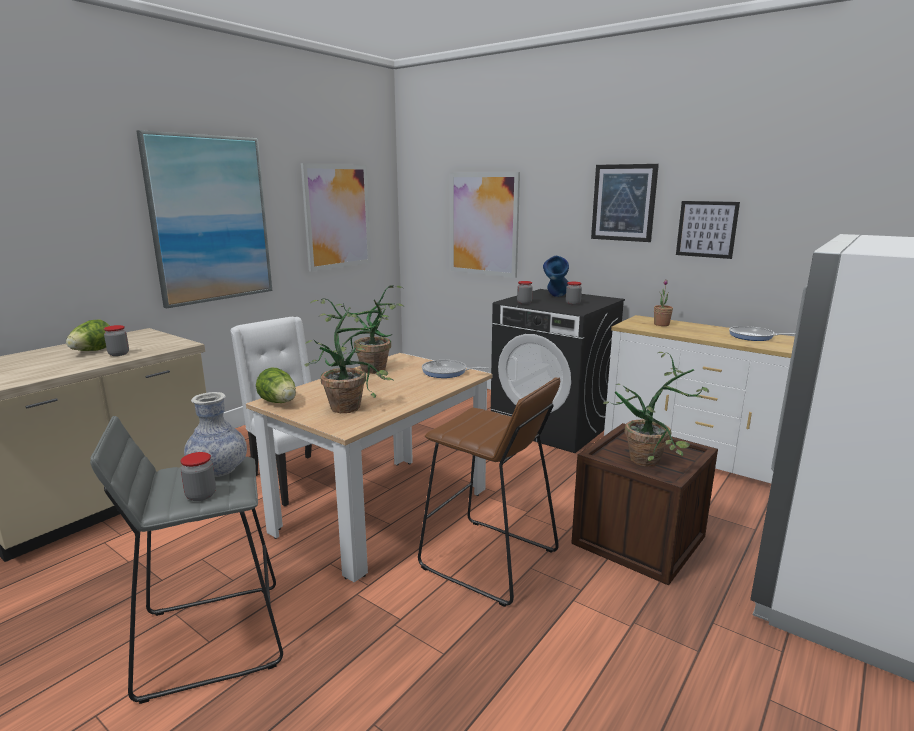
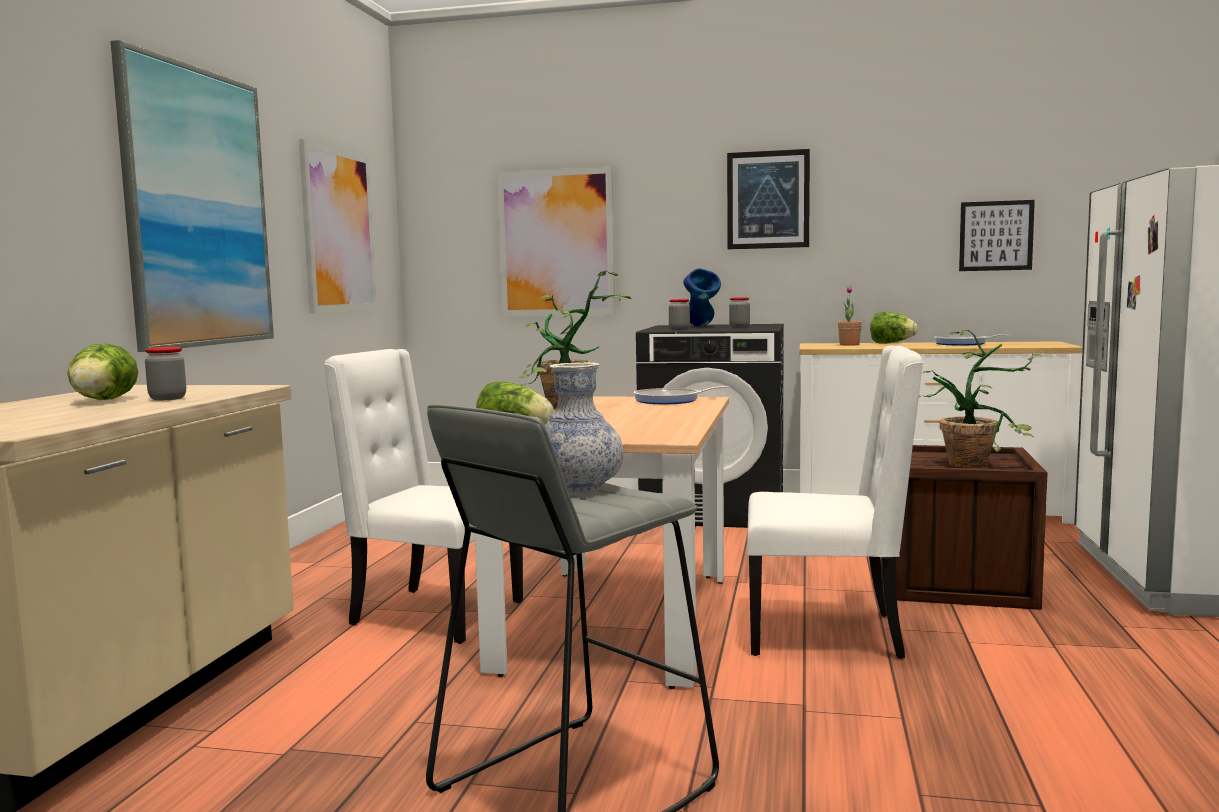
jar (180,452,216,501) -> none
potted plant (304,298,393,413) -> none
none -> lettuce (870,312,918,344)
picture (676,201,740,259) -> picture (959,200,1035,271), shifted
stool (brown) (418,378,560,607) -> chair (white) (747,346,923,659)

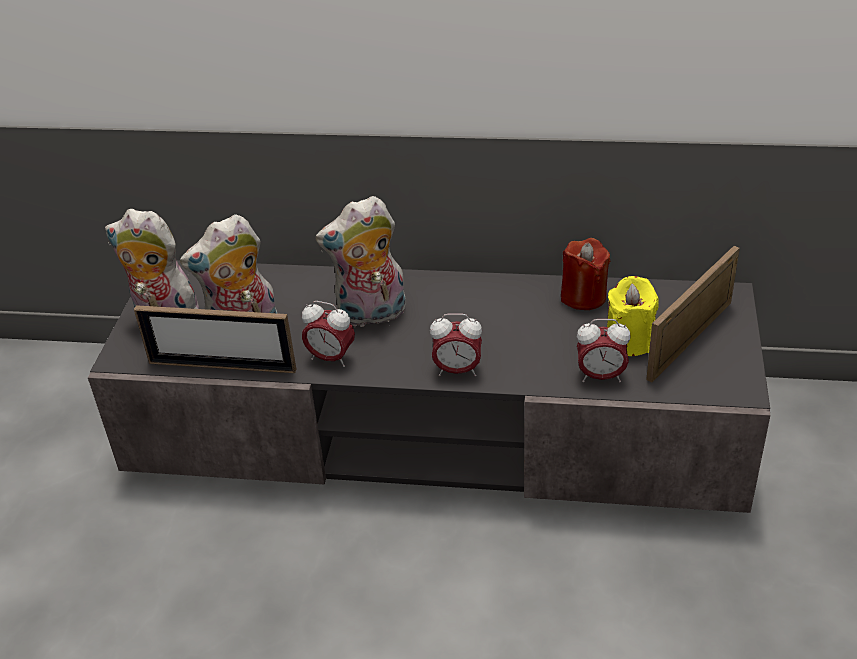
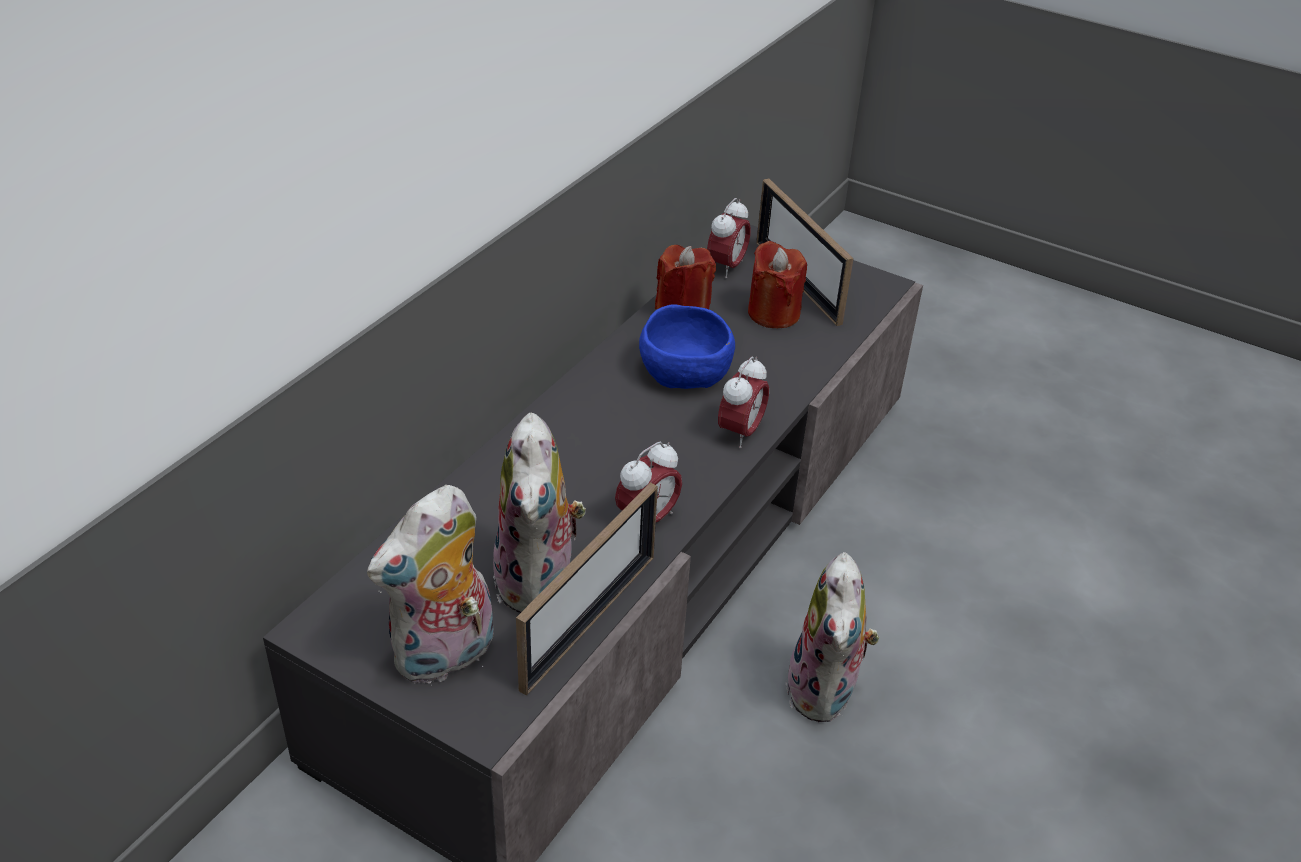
none -> bowl (blue) (639,304,735,389)
plush toy (315,196,406,327) -> plush toy (786,552,880,722), shifted
alarm clock (577,319,631,382) -> alarm clock (707,198,751,278), shifted
candle (yellow) (607,276,659,356) -> candle (red) (748,241,807,328)

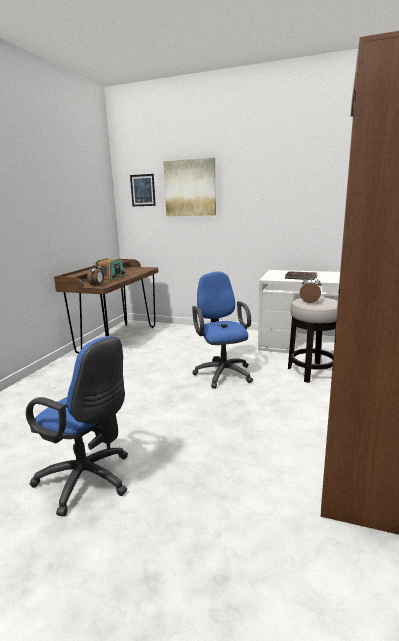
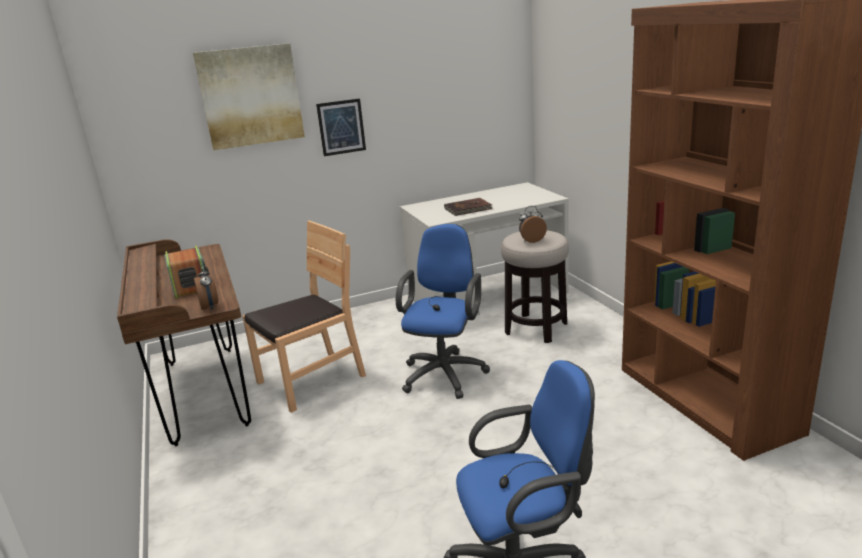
none -> chair (brown) (242,220,366,413)
picture (130,174,156,206) -> picture (316,98,366,156), shifted
office chair (blue) (192,272,253,389) -> office chair (blue) (396,224,490,399), 75 degrees clockwise

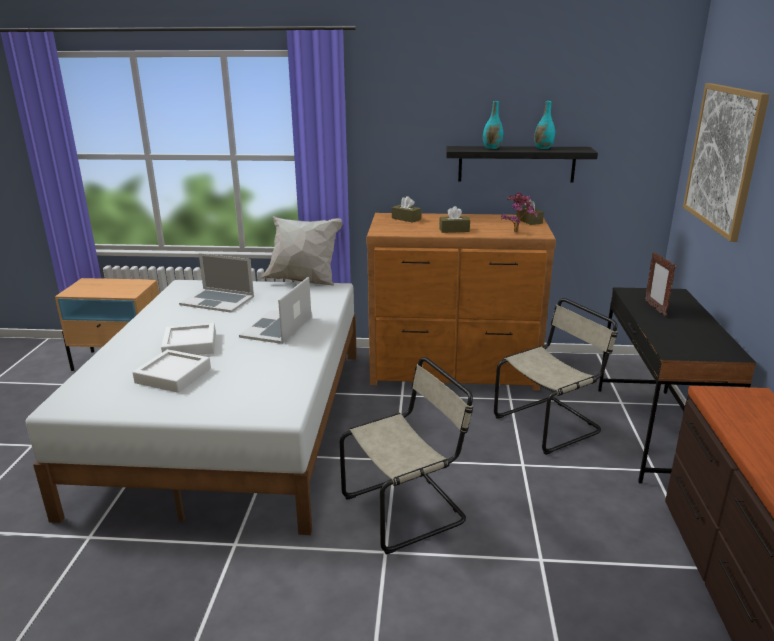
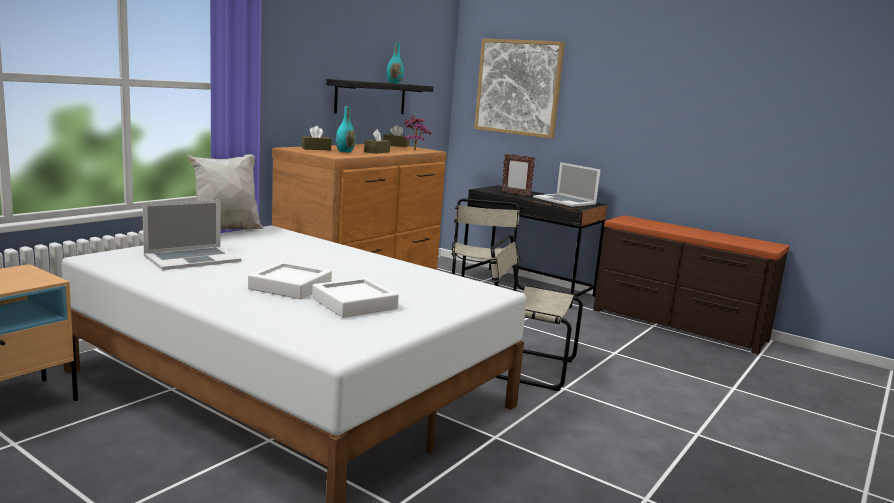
laptop (239,277,311,344) -> laptop (533,162,601,207), shifted
vase (turquoise) (483,101,503,149) -> vase (turquoise) (336,107,356,153), shifted
chair (beige) (340,357,473,554) -> chair (beige) (490,234,583,391), 75 degrees counterclockwise

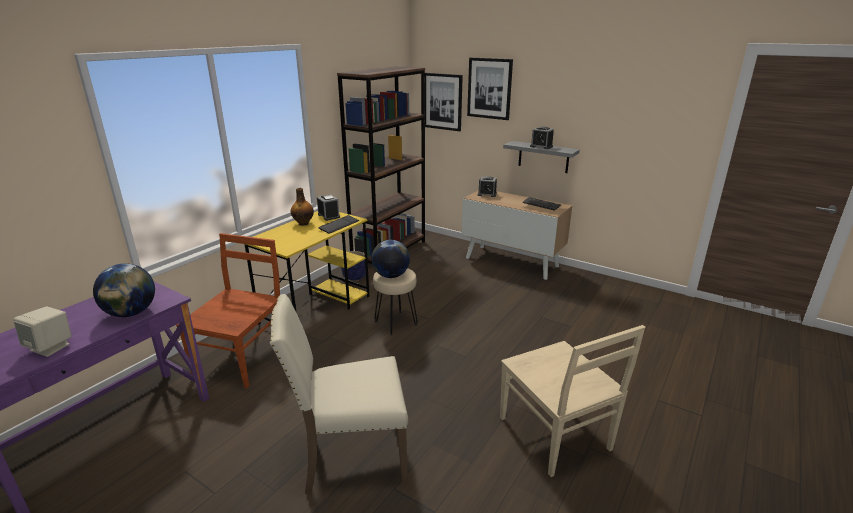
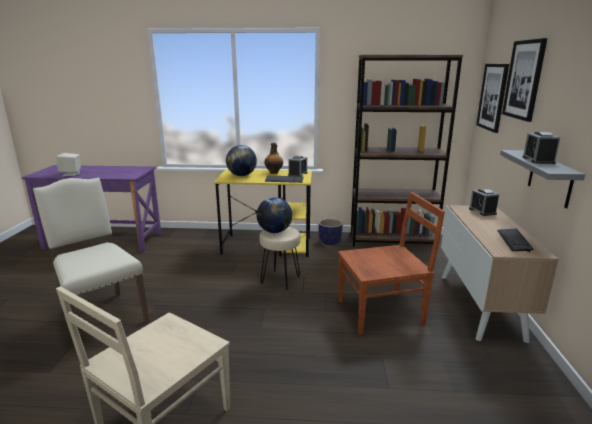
globe (93,264,155,317) -> globe (226,145,257,176), shifted
chair (brown) (176,233,280,388) -> chair (brown) (338,192,445,335), shifted

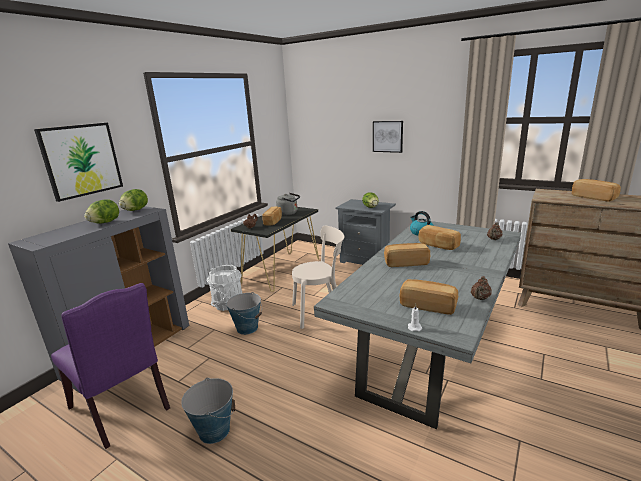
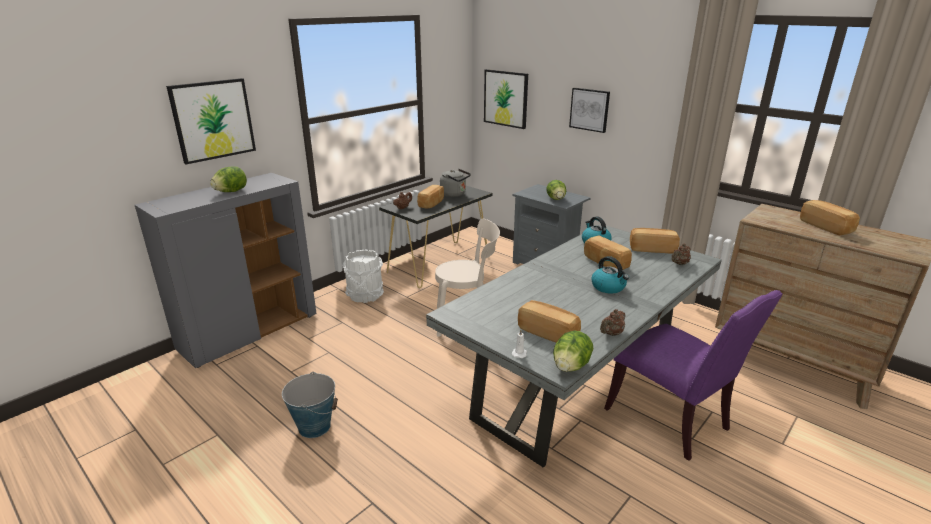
bucket (226,292,262,335) -> none
none -> picture (484,69,528,129)
none -> kettle (591,256,629,294)
chair (purple) (51,283,170,449) -> chair (purple) (604,290,783,461), shifted
lettuce (119,189,148,211) -> lettuce (553,331,593,372), shifted
bread (384,243,430,267) -> bread (630,228,680,253), shifted

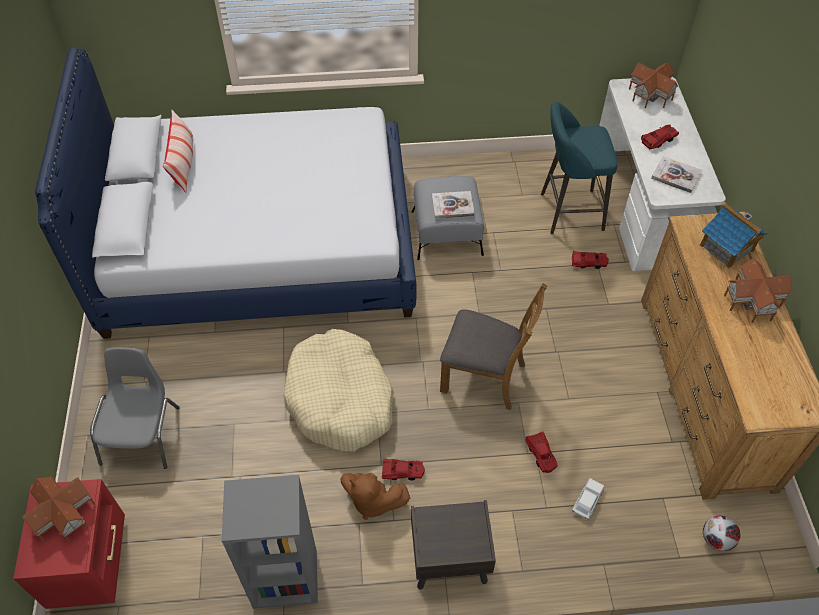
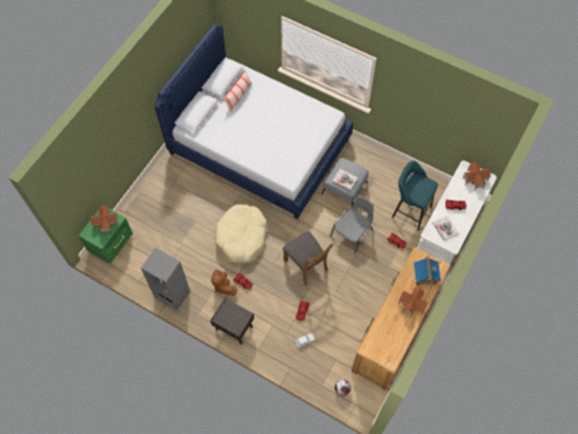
chair (grey) (90,347,180,469) -> chair (grey) (330,195,374,254), shifted
nightstand (red) (13,479,125,609) -> nightstand (green) (78,205,133,264)

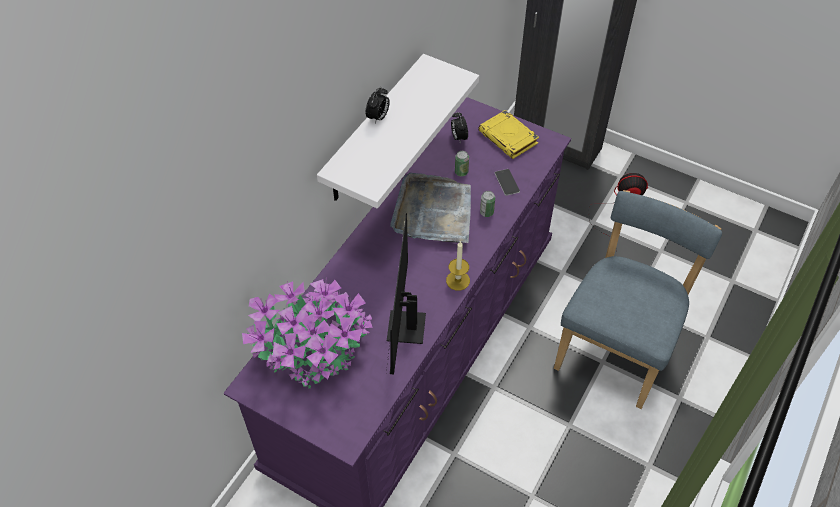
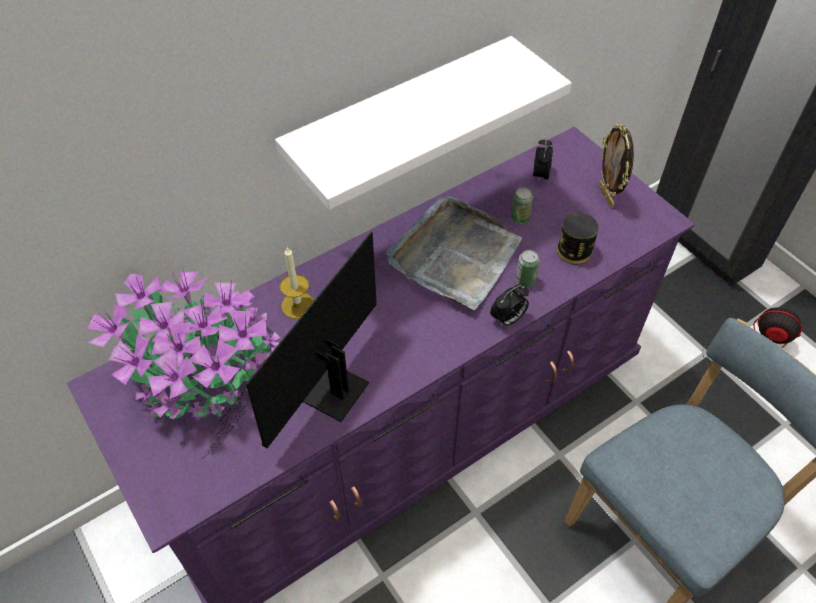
alarm clock (366,87,390,124) -> alarm clock (490,284,529,326), shifted
candle (446,241,470,291) -> candle (280,247,314,319), shifted
book (yellow) (478,110,539,159) -> picture frame (599,123,634,208)
phone (495,169,520,196) -> can (557,213,599,265)

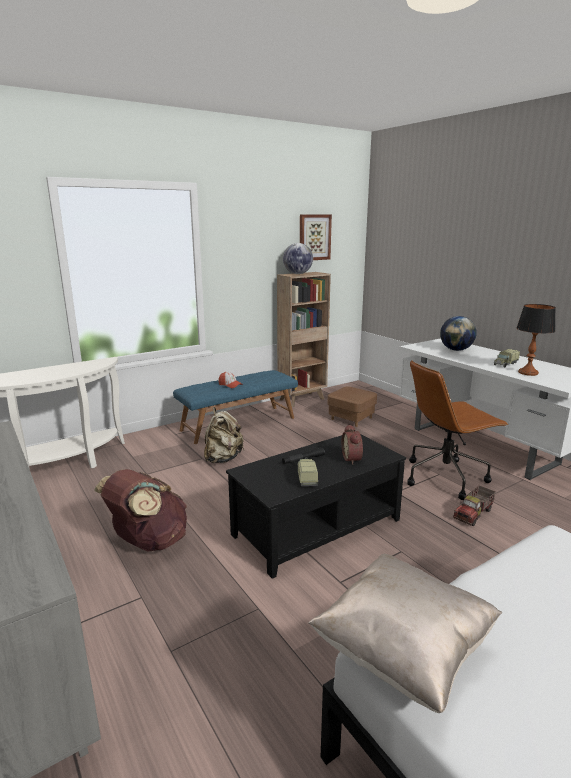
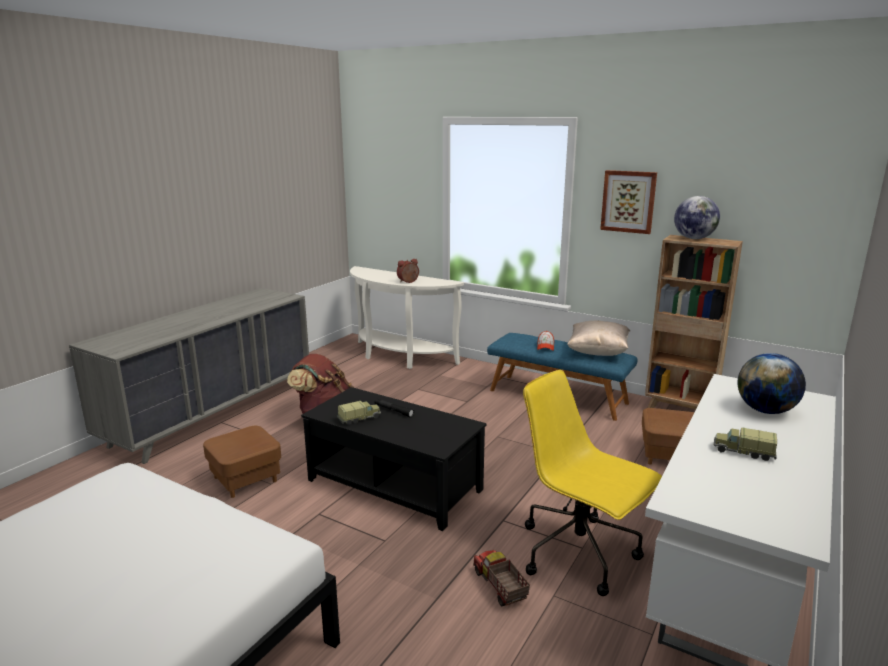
backpack (beige) (204,407,244,463) -> none
table lamp (517,304,556,376) -> none
none -> ottoman (brown) (203,426,281,498)
picture (300,214,332,260) -> picture (600,170,657,234), shifted
pillow (beige) (309,554,502,713) -> pillow (beige) (567,321,630,356), shifted
alarm clock (342,424,363,465) -> alarm clock (397,259,419,283), shifted
office chair (brown) (407,360,509,500) -> office chair (yellow) (523,370,662,596)
toy truck (453,485,496,526) -> toy truck (473,550,530,607), 45 degrees clockwise

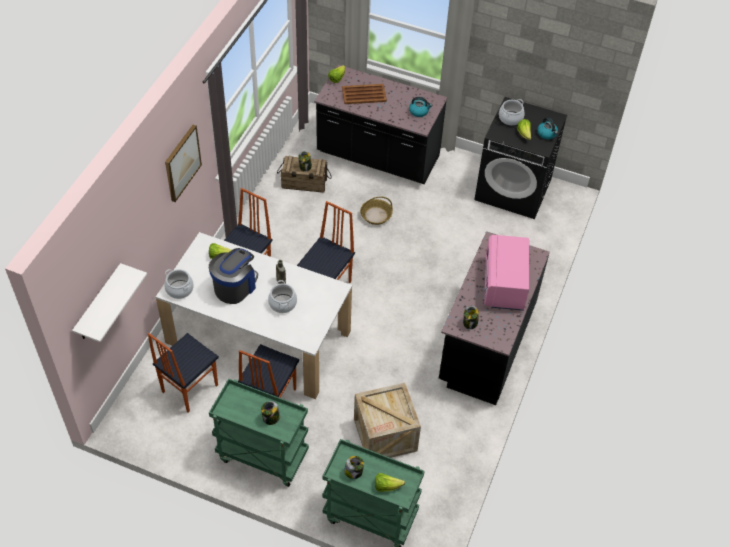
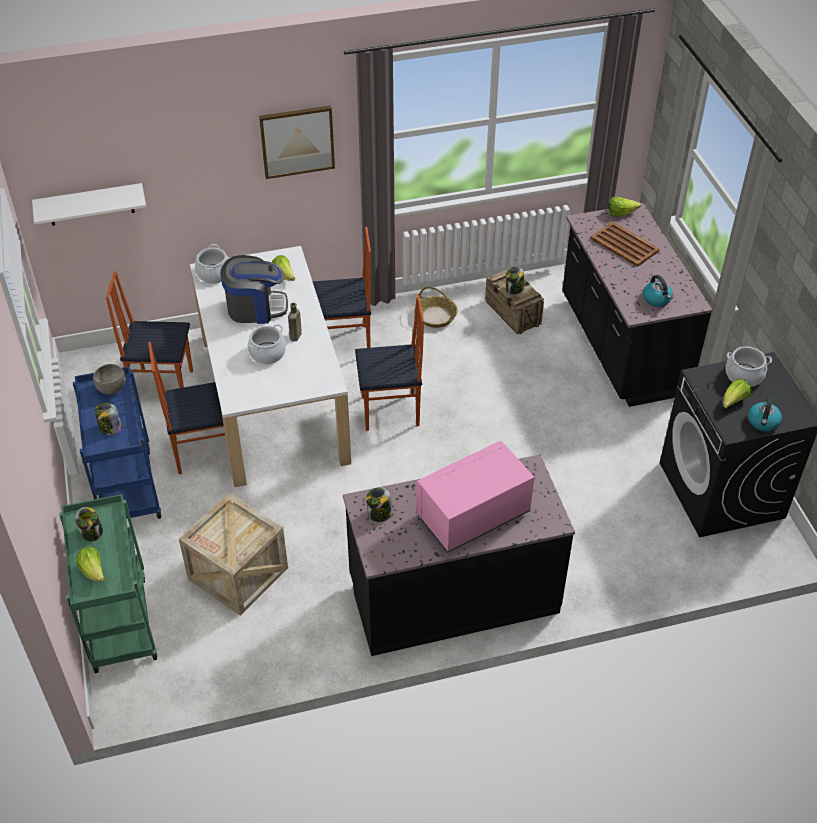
none -> bowl (grey) (93,364,126,394)
basket (360,196,393,225) -> basket (415,287,458,328), shifted
cart (green) (209,379,309,487) -> cart (blue) (73,367,161,519)

